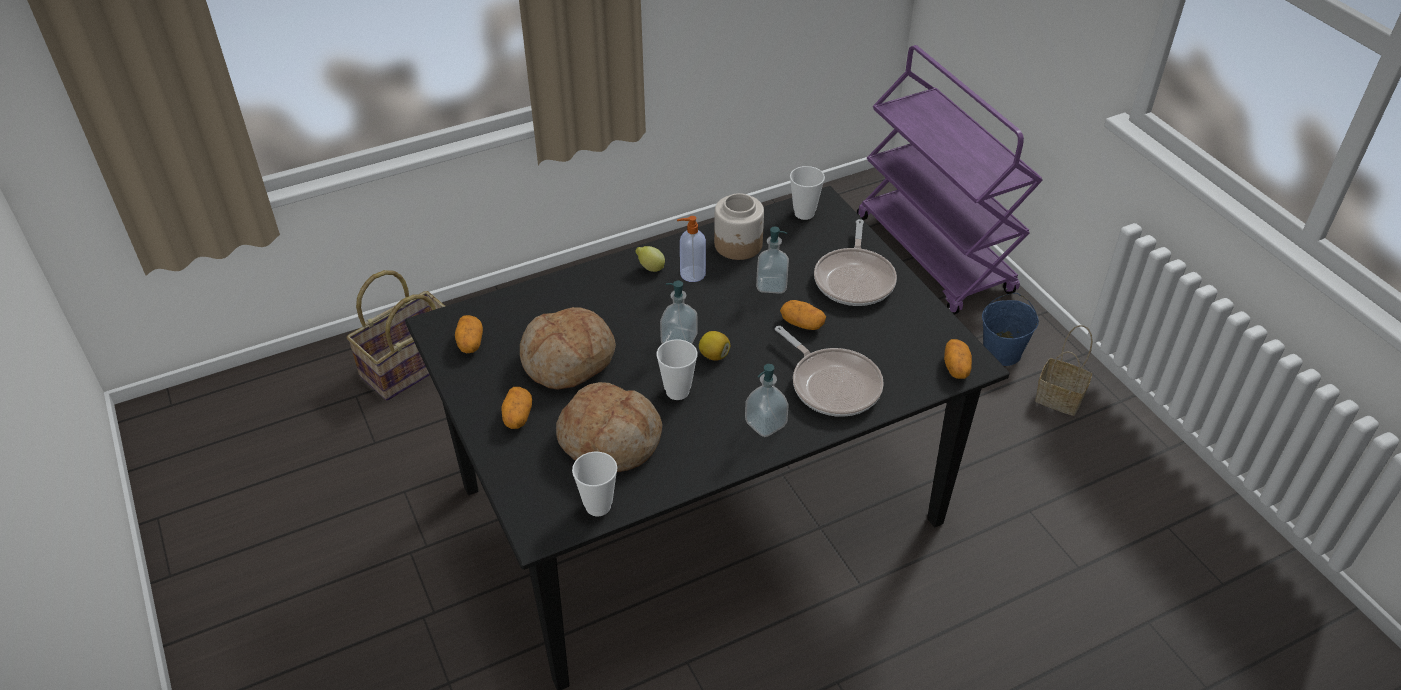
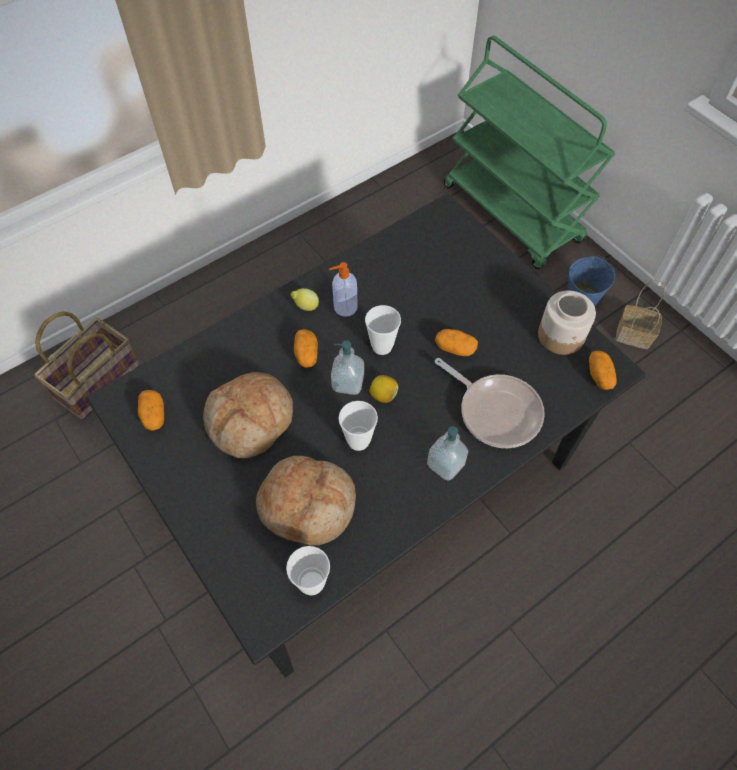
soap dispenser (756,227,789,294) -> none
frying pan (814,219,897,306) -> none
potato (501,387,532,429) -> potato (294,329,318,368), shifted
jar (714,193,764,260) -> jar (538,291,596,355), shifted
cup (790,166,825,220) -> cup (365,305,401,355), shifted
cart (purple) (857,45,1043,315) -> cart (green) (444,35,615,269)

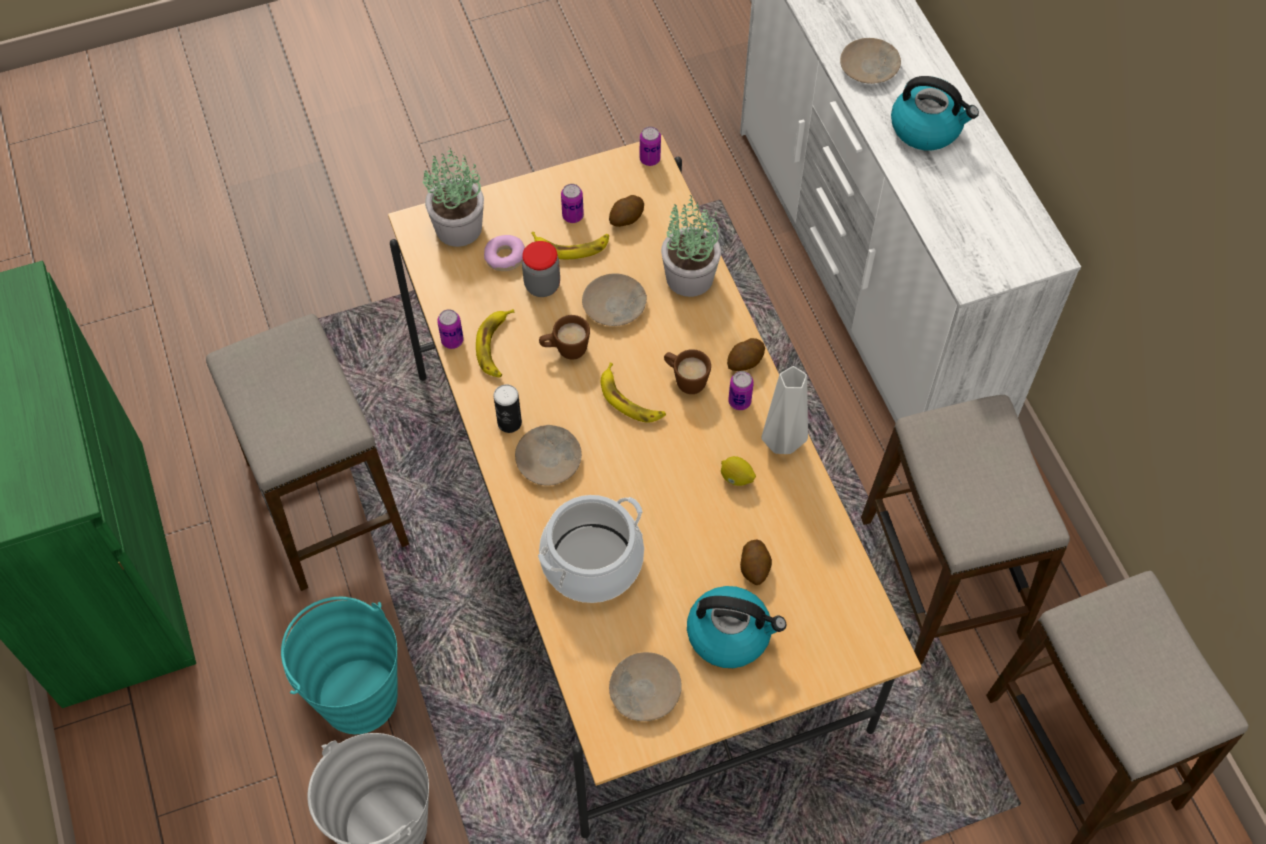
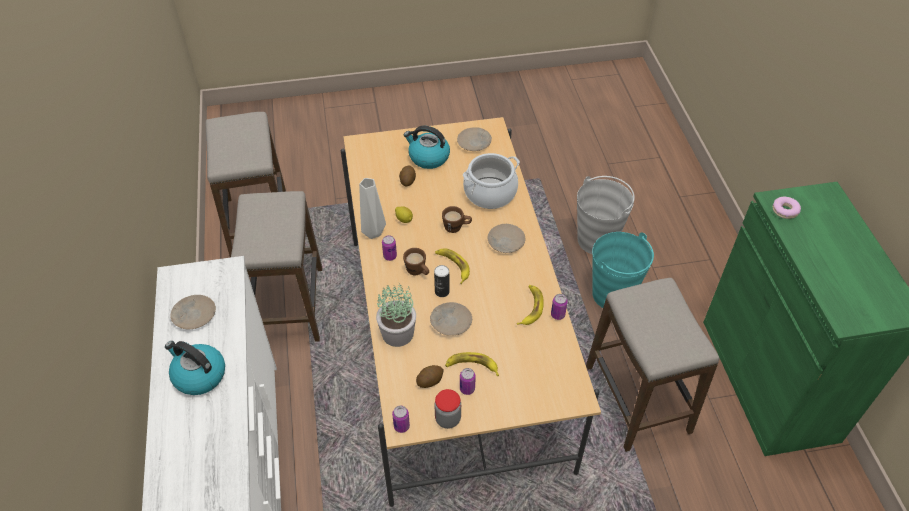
potted plant (422,147,484,247) -> none
potato (727,338,765,371) -> none
donut (484,235,525,271) -> donut (773,197,801,219), shifted
can (494,384,522,433) -> can (434,265,450,297), shifted
jar (522,241,560,297) -> jar (434,389,461,429), shifted
mug (brown) (539,315,590,360) -> mug (brown) (442,206,472,233), shifted
plate (beige) (840,38,901,84) -> plate (beige) (170,295,216,329), shifted

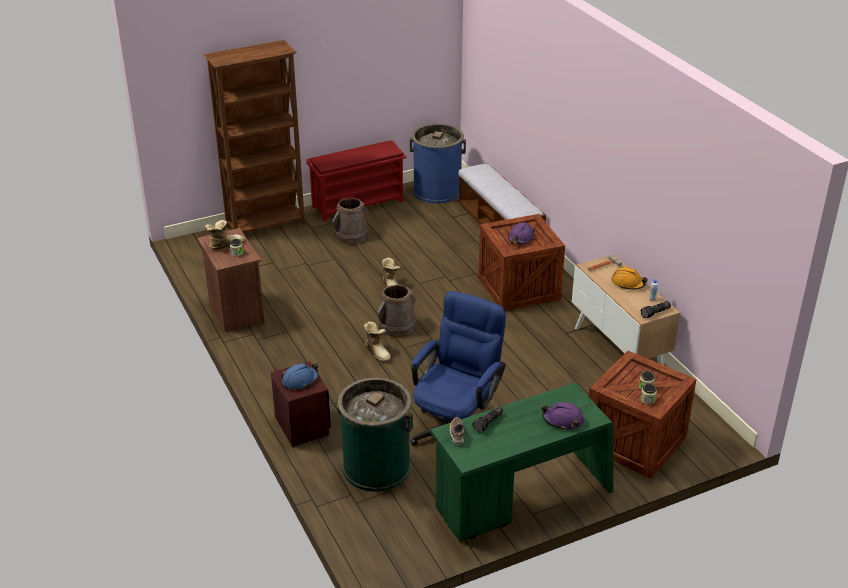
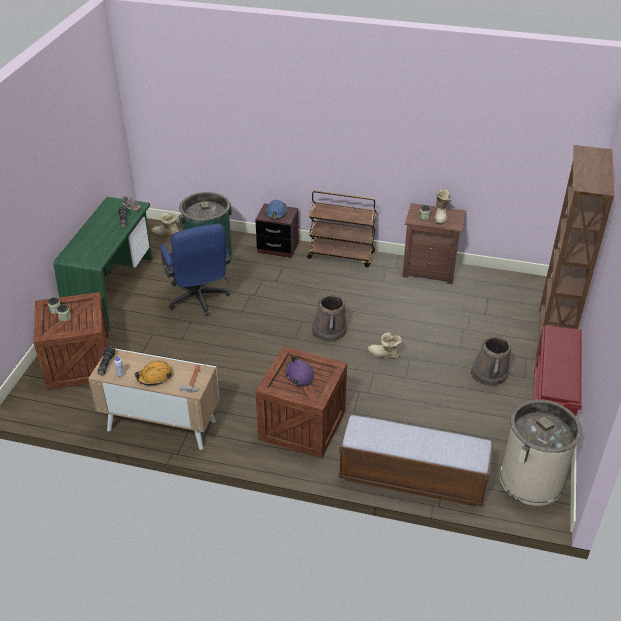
hard hat (purple) (542,402,584,430) -> none
none -> cart (brown) (307,191,377,267)
boot (364,322,391,363) -> boot (151,213,179,235), shifted
trash can (blue) (410,124,466,204) -> trash can (beige) (500,400,582,506)

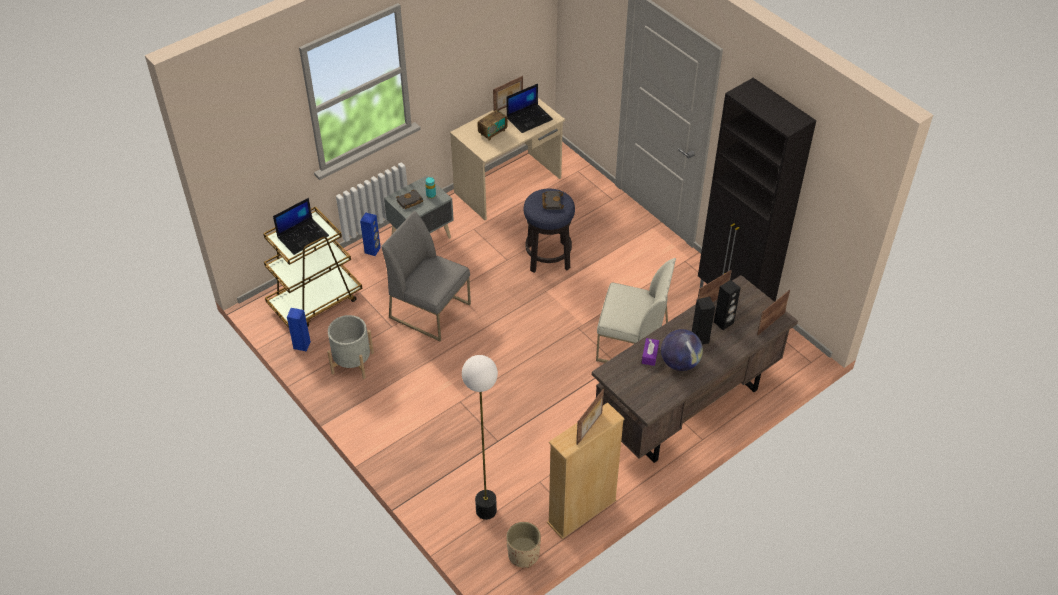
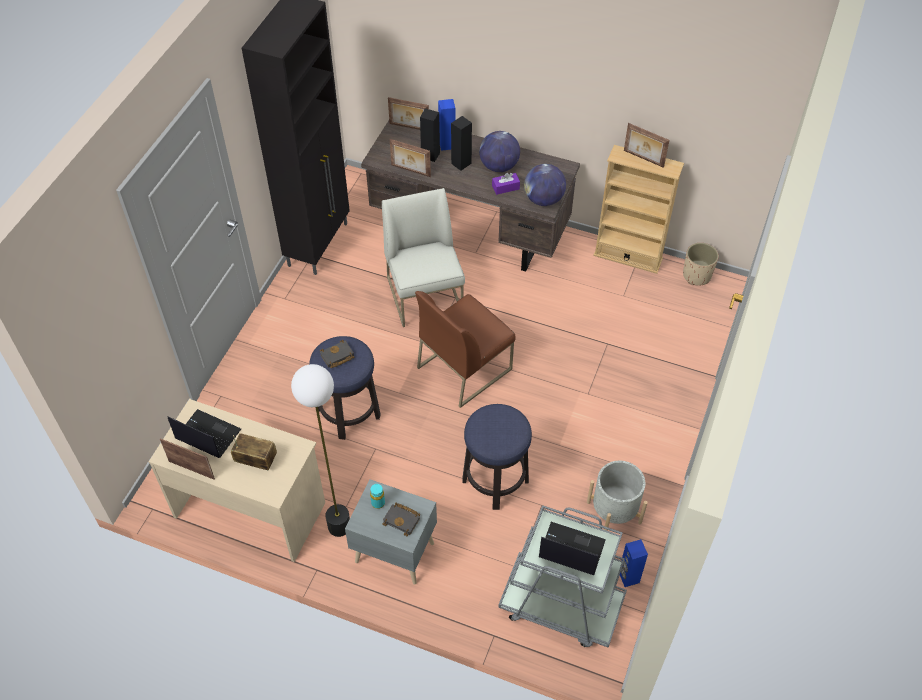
none -> chair (brown) (415,291,516,408)
none -> globe (524,164,566,206)
speaker (blue) (360,212,381,256) -> speaker (blue) (438,99,455,151), shifted
floor lamp (462,355,498,520) -> floor lamp (291,364,350,537), shifted
chair (grey) (381,211,471,341) -> stool (463,404,532,510)
cart (brown) (263,206,362,328) -> cart (grey) (498,505,627,648)
picture frame (576,389,604,445) -> picture frame (624,123,669,168), 150 degrees counterclockwise

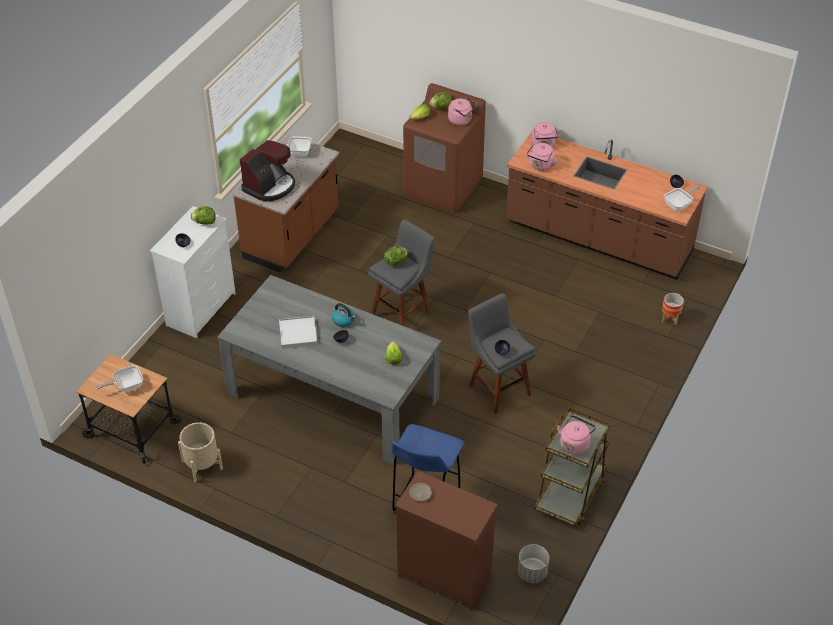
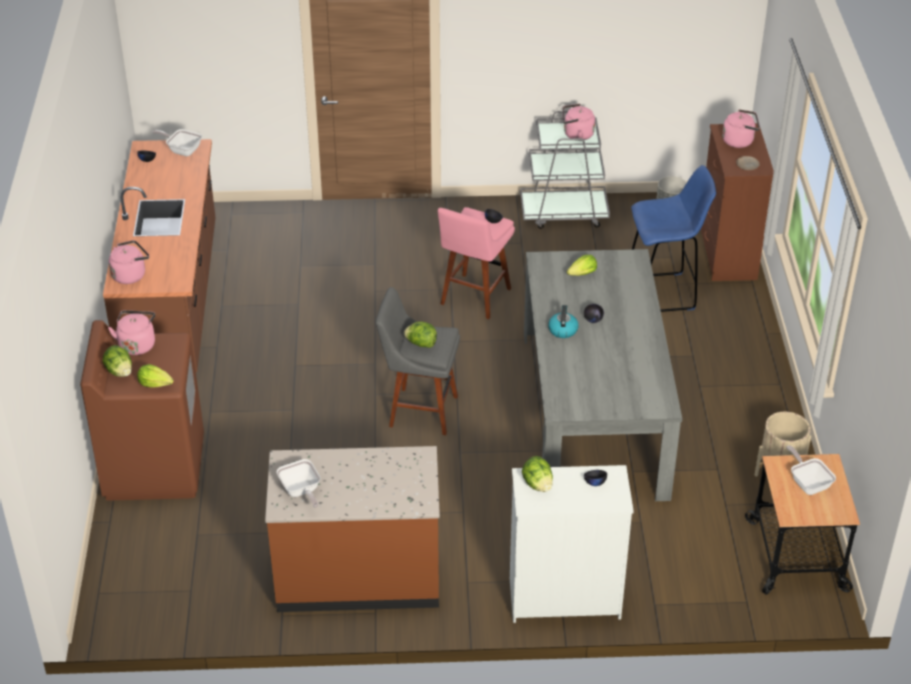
coffee machine (240,140,295,201) -> none
tray (white) (279,316,318,349) -> none
planter (662,293,684,325) -> none
kettle (pink) (527,143,559,171) -> kettle (pink) (722,109,760,148), shifted
stool (grey) (468,293,536,415) -> stool (pink) (438,207,515,319)
cart (brown) (535,407,611,526) -> cart (grey) (520,111,610,229)
frying pan (96,365,143,392) -> frying pan (786,445,836,495), 150 degrees counterclockwise

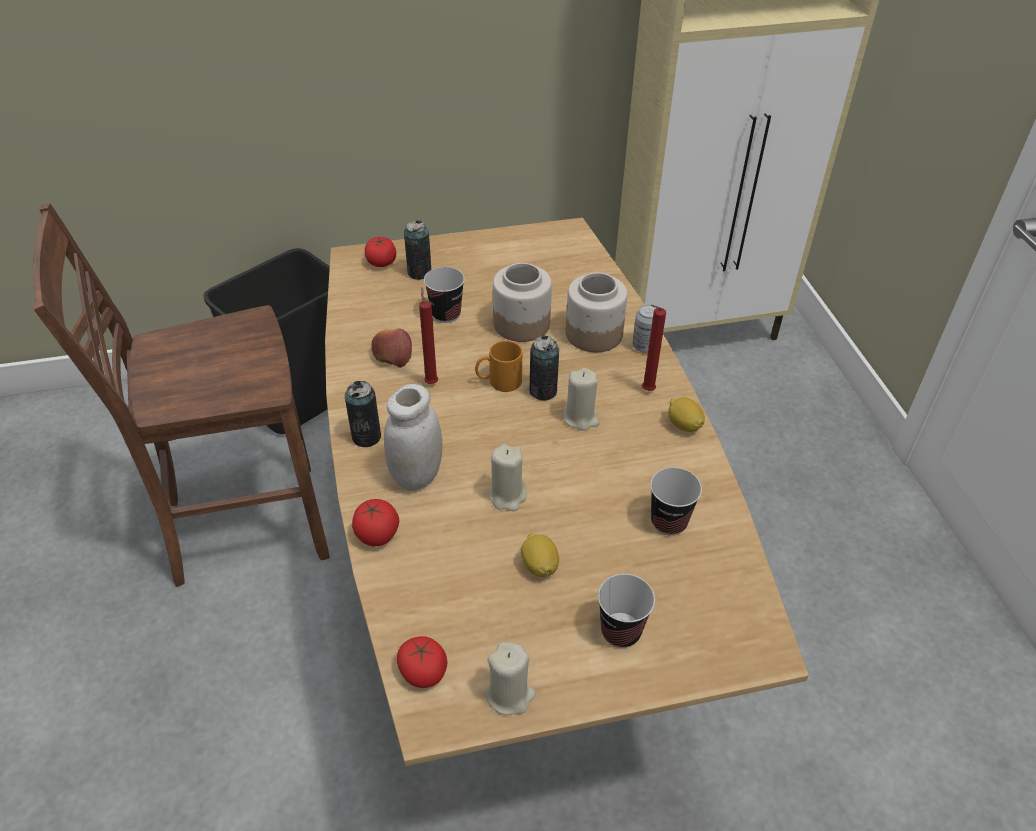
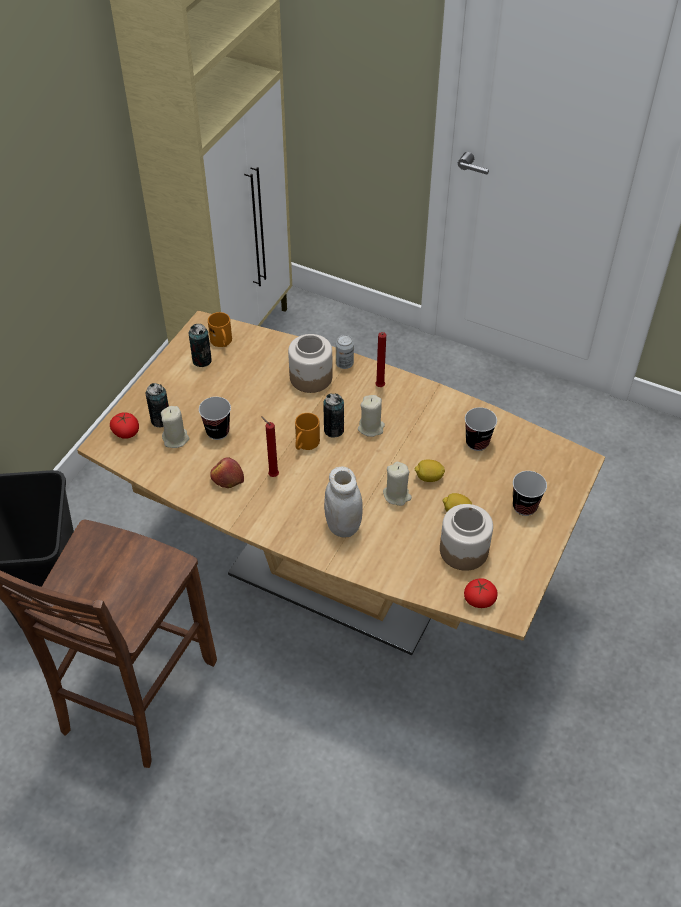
tomato (352,499,399,546) -> none
none -> mug (orange) (208,312,232,347)
can (345,381,381,447) -> can (189,324,212,367), shifted
candle (beige) (484,642,536,715) -> candle (beige) (161,406,189,448), shifted
jar (493,263,552,342) -> jar (440,504,493,571), shifted
lemon (668,397,705,432) -> lemon (415,460,445,482), shifted

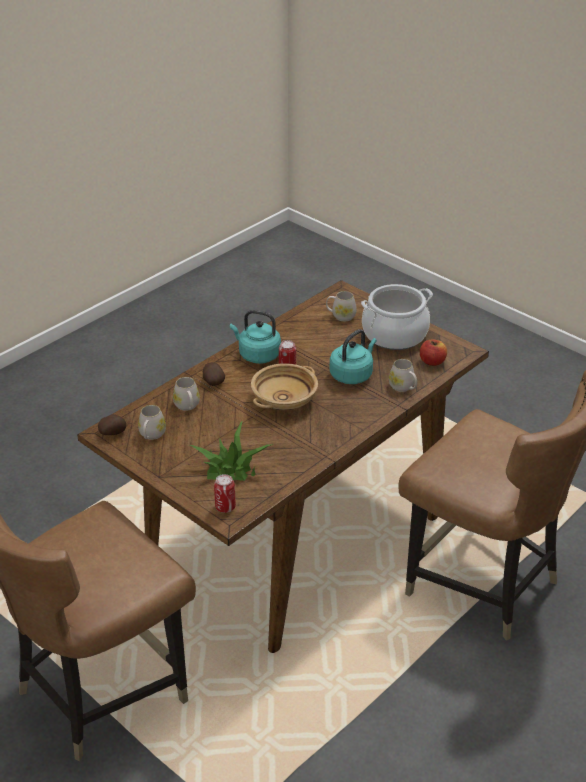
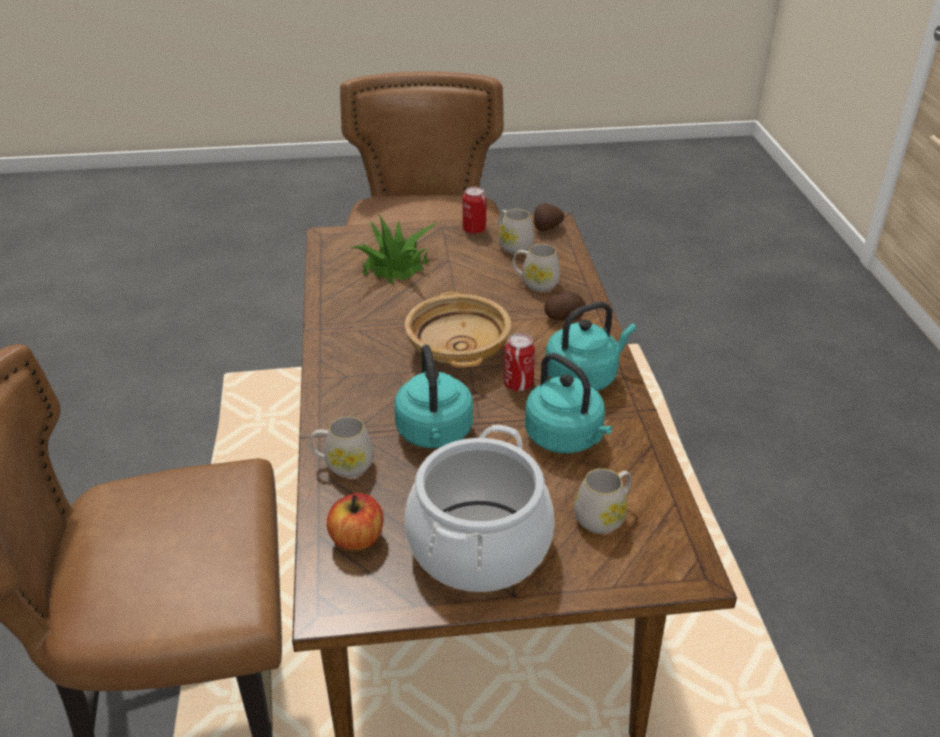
none -> kettle (turquoise) (525,353,613,453)
can (214,474,236,513) -> can (462,187,486,234), shifted

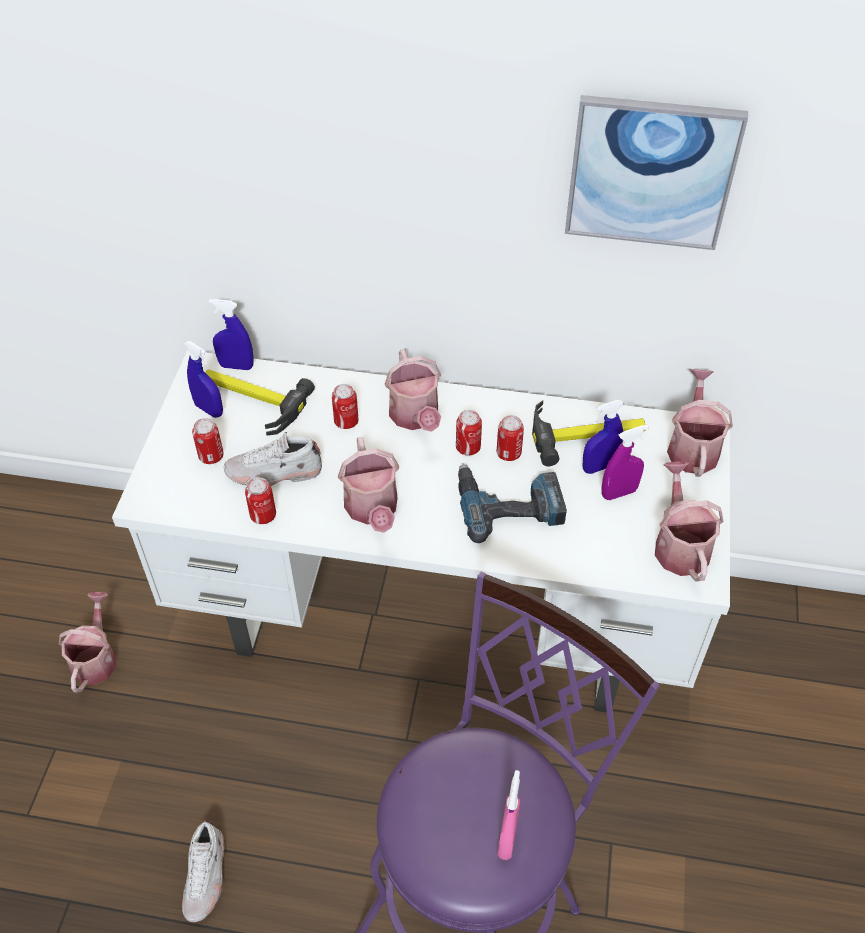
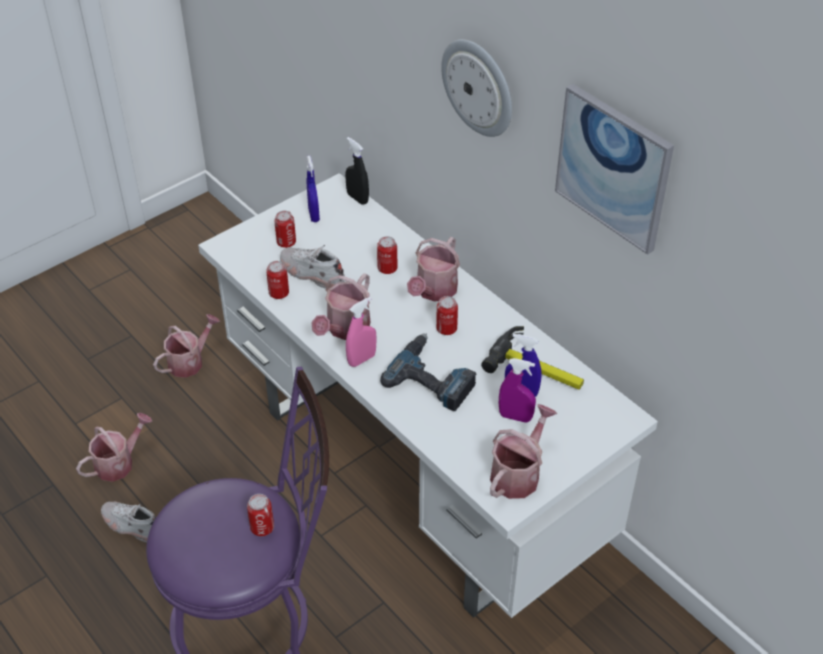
hammer (205,369,315,435) -> none
none -> wall clock (441,39,512,137)
can (497,415,524,461) -> can (247,494,274,536), shifted
spray bottle (pink) (497,770,520,860) -> spray bottle (pink) (346,297,377,367), shifted
watering can (667,369,733,477) -> watering can (76,413,152,482), shifted
spray bottle (blue) (209,299,254,370) -> spray bottle (black) (345,137,369,205)
shoe (white) (182,820,224,922) -> shoe (white) (101,501,156,543), 75 degrees clockwise

